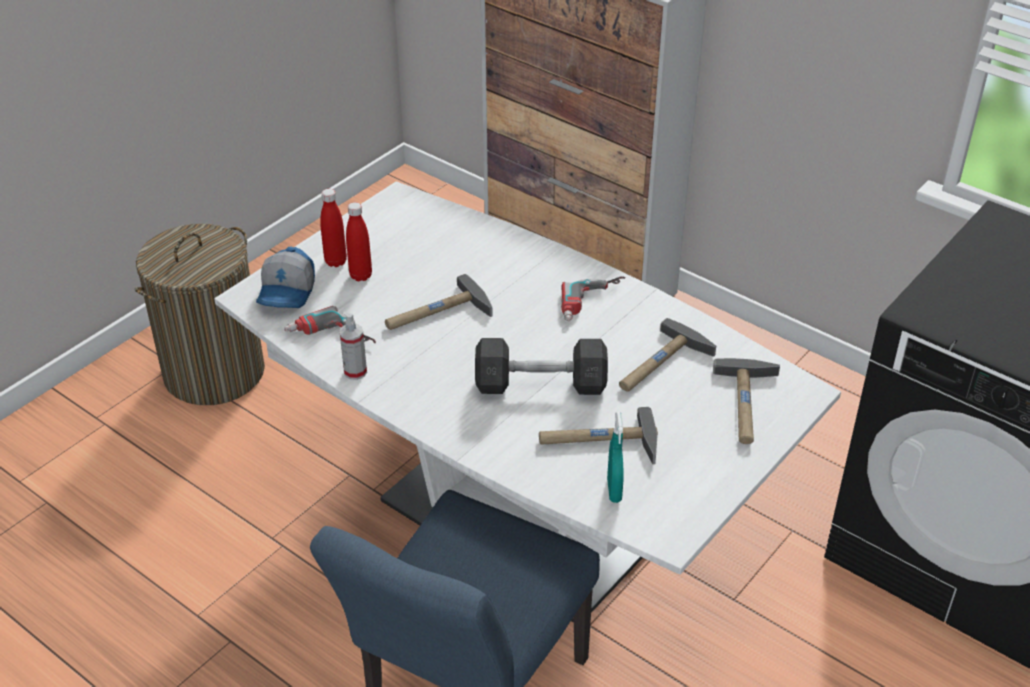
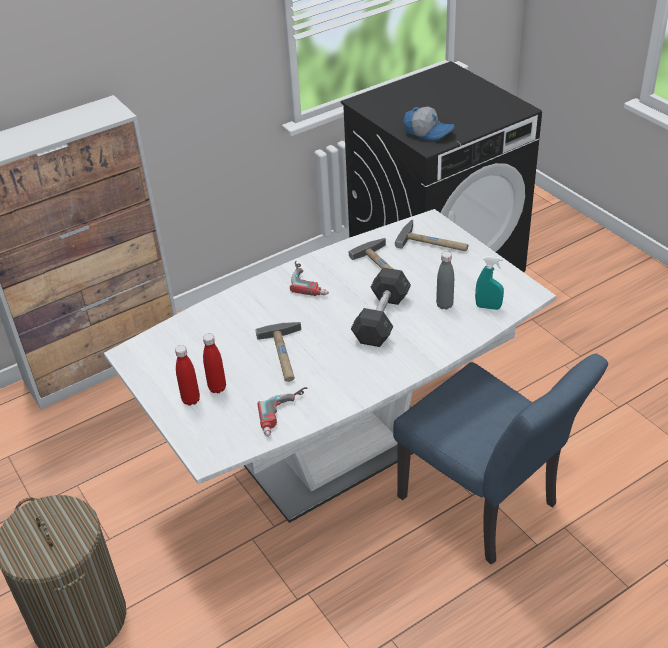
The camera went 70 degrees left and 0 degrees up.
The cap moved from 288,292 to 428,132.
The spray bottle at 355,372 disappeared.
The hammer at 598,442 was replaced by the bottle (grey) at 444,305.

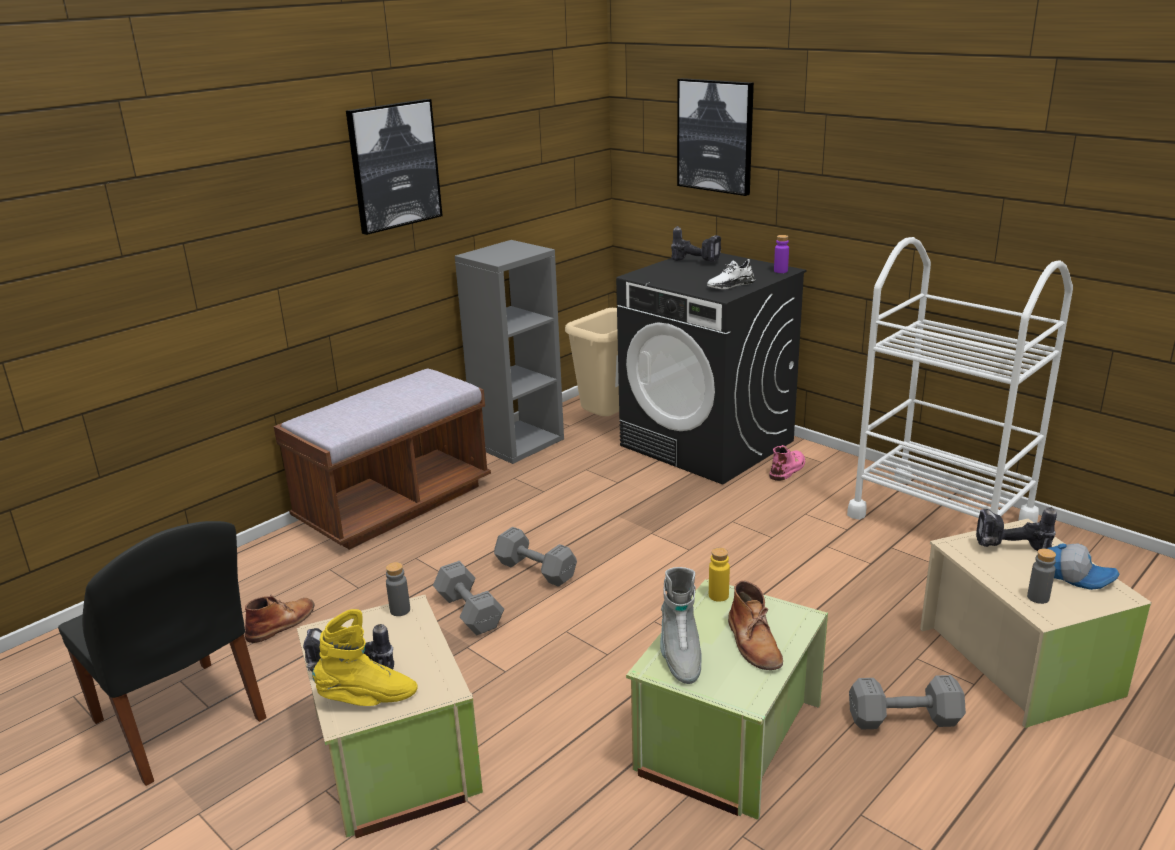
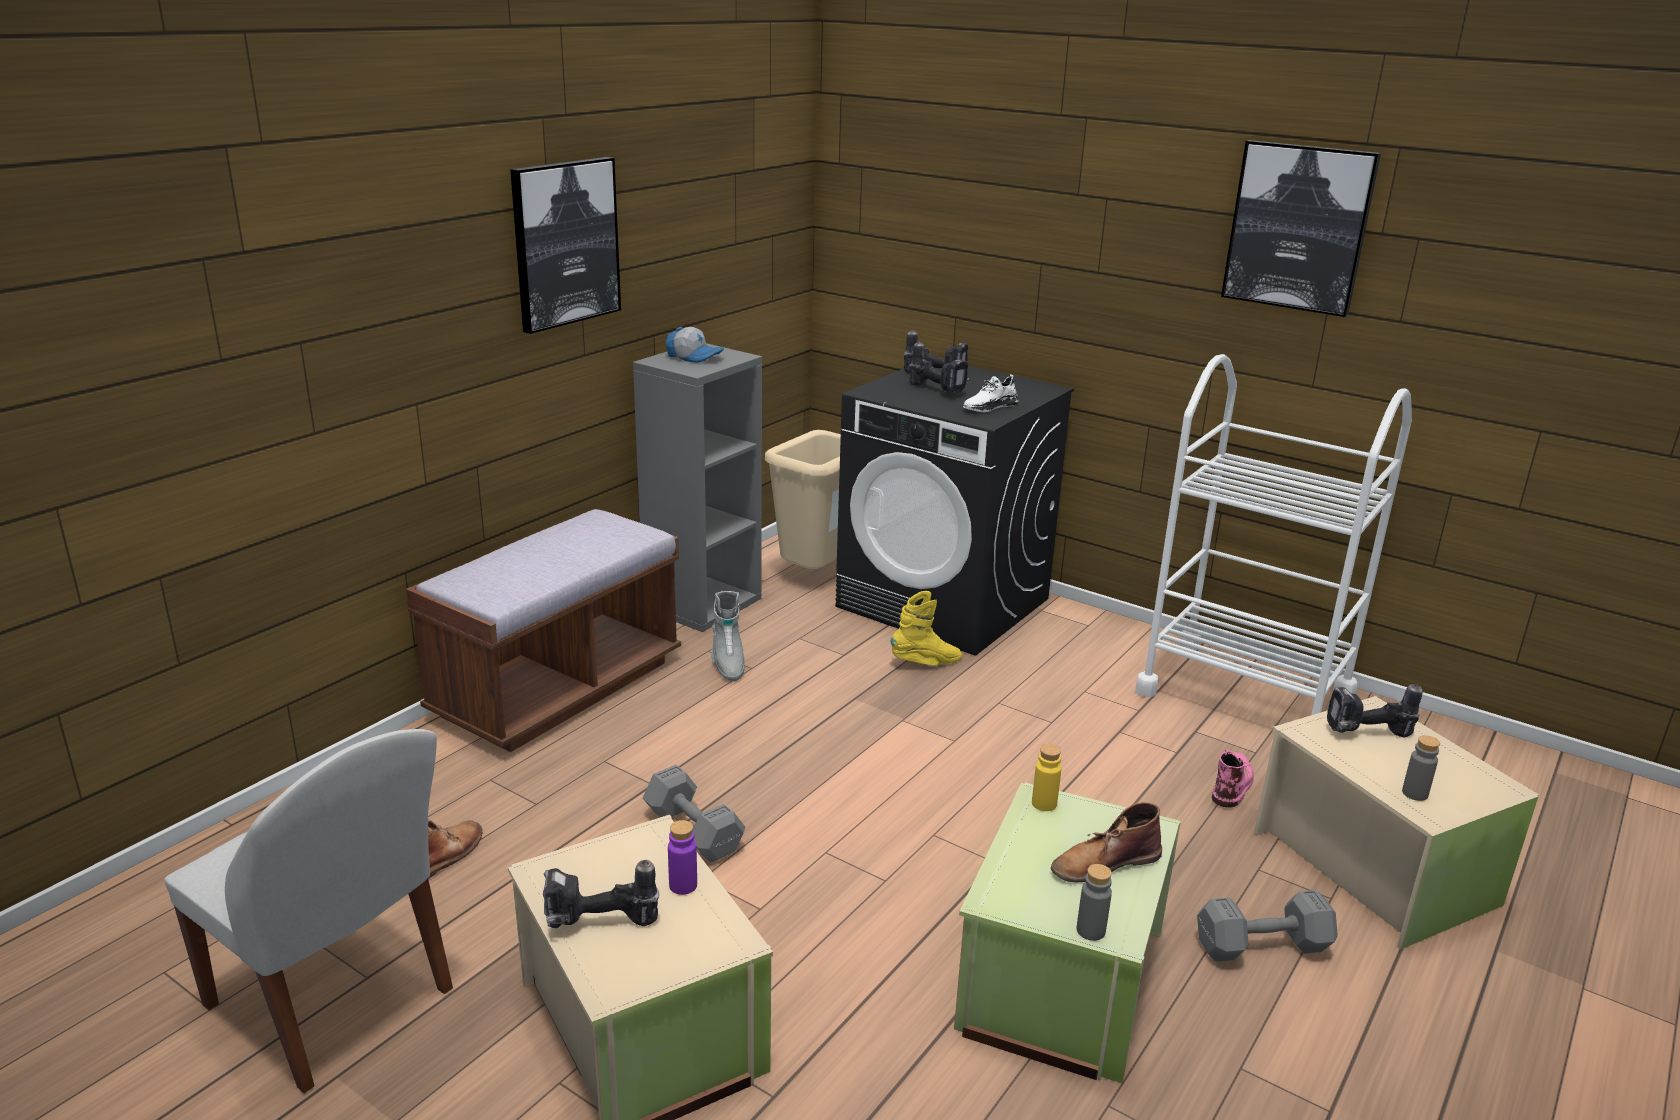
The camera went 10 degrees left and 0 degrees up.
The chair (black) at 181,723 became the chair (white) at 333,1002.
The boot (yellow) moved from 368,699 to 926,663.
The bottle (grey) moved from 400,610 to 1090,930.
The dumbbell (grey) at 534,569 disappeared.
The boot (grey) moved from 679,655 to 727,663.
The picture moved from 715,136 to 1298,227.
The boot (brown) at 754,643 turned 90 degrees clockwise.
The boot (pink) moved from 788,468 to 1232,783.
The bottle (purple) moved from 780,271 to 683,885.
The cap moved from 1077,576 to 694,357.
The power drill at 938,390 appeared.

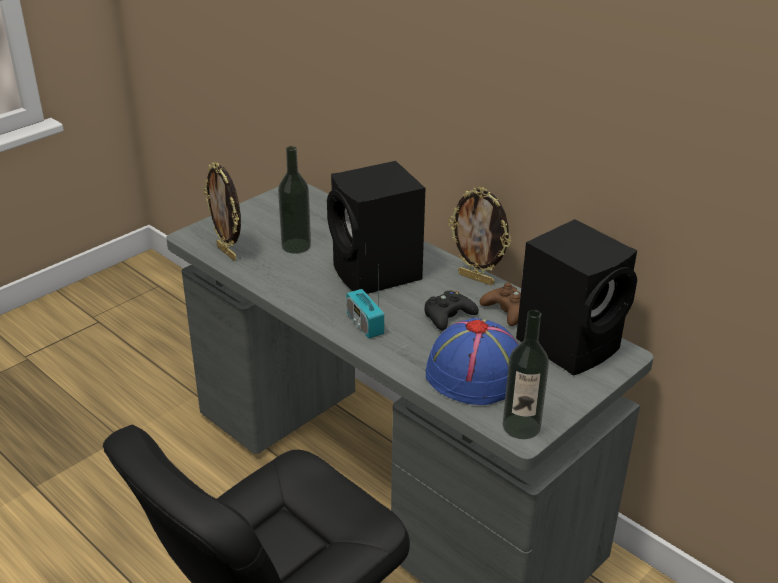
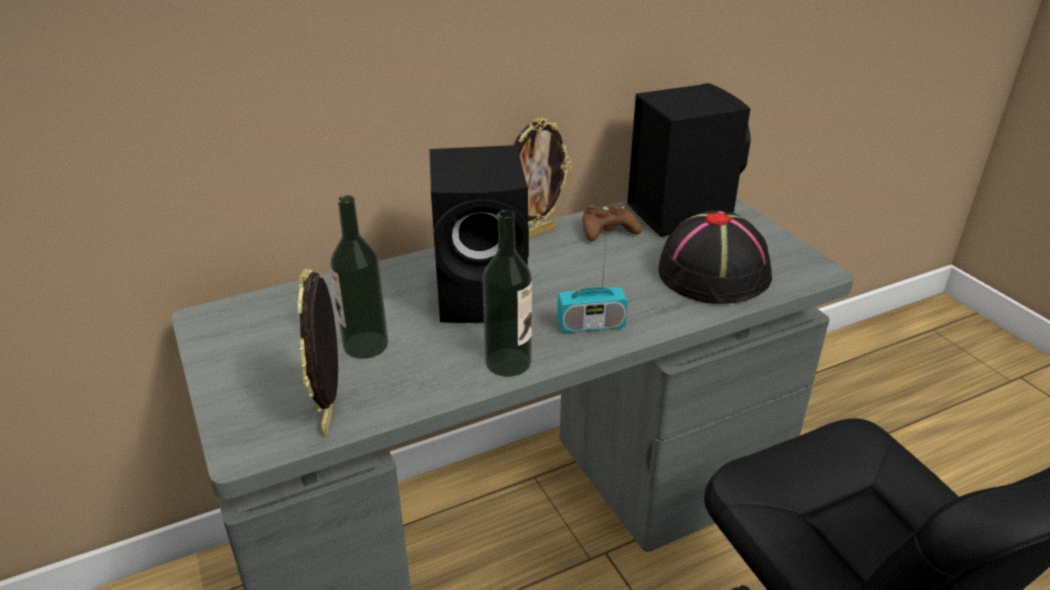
The camera went 70 degrees left and 0 degrees up.
The picture frame at 228,253 turned 105 degrees clockwise.
The game controller (black) at 448,316 disappeared.
The hat (blue) at 476,374 became the hat (black) at 714,273.
The bottle moved from 521,426 to 508,362.

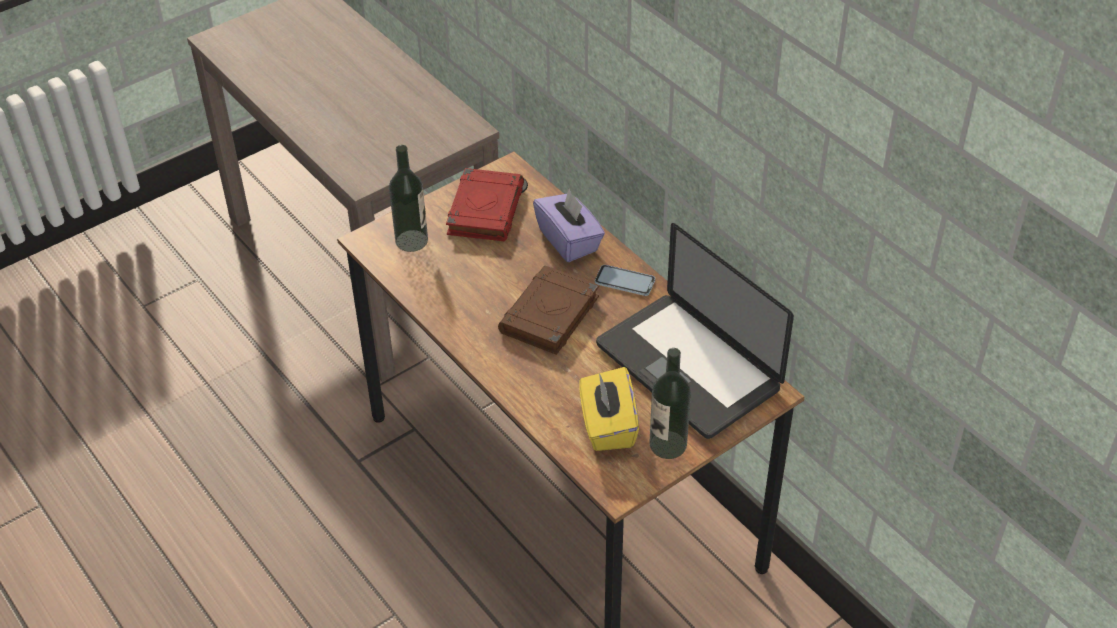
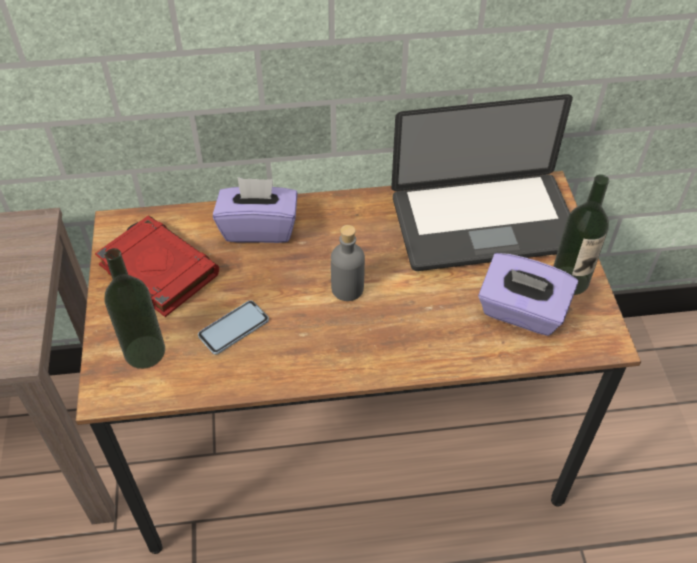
The camera went 60 degrees left and 5 degrees up.
The book (brown) at 549,316 was replaced by the bottle (grey) at 347,288.
The tissue box (yellow) at 607,426 became the tissue box (purple) at 521,312.
The phone moved from 624,281 to 233,328.

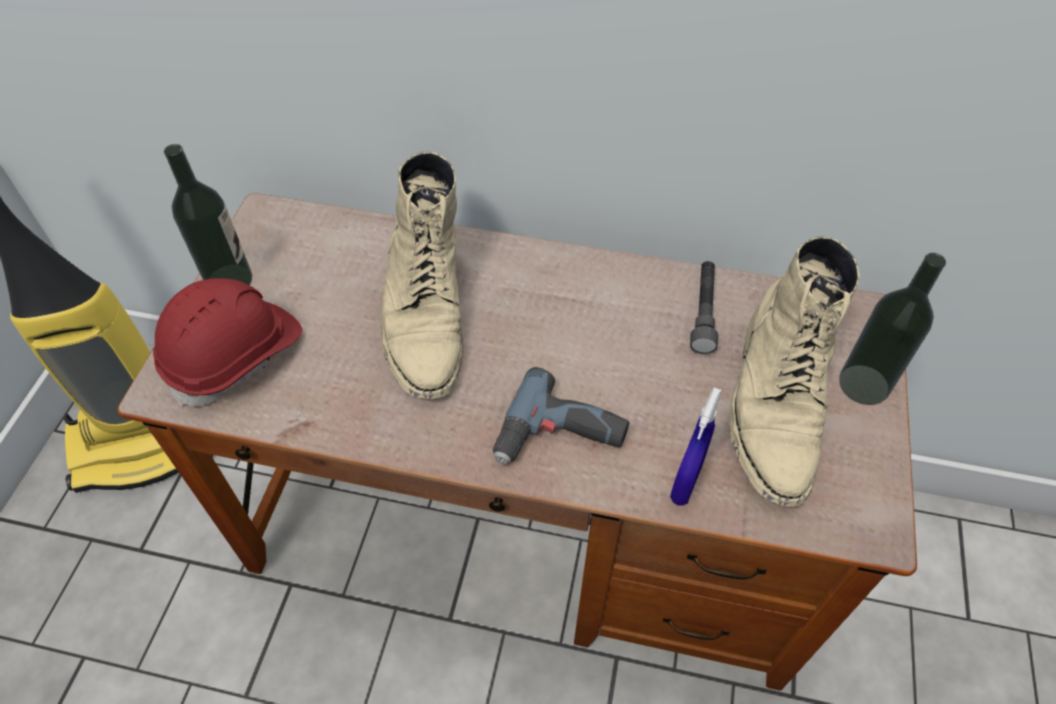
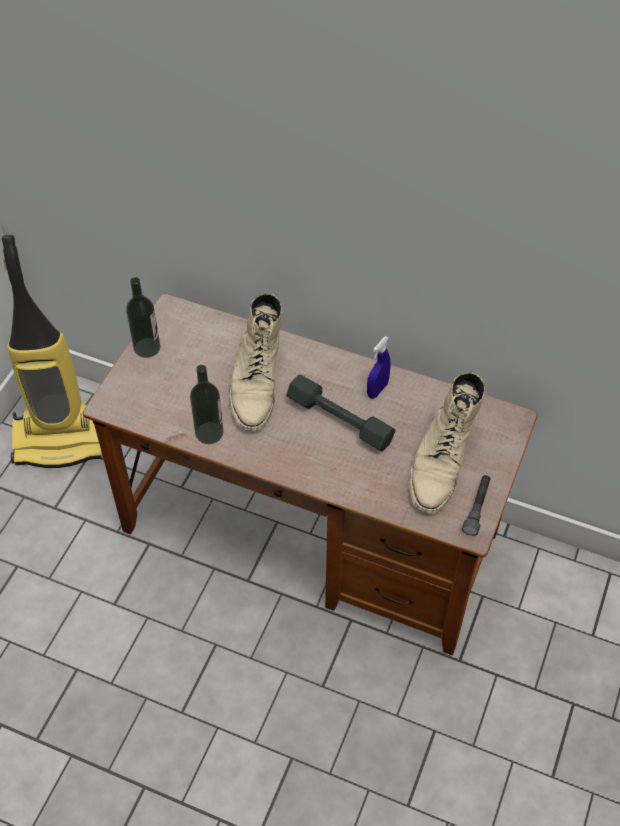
The camera went 10 degrees right and 0 degrees up.
The hard hat (red) at 235,356 disappeared.
The power drill at 560,439 disappeared.
The spray bottle (blue) moved from 685,483 to 377,390.
The flashlight (grey) moved from 703,312 to 477,508.
The bottle moved from 864,384 to 209,433.
The dumbbell (grey) at 340,419 appeared.

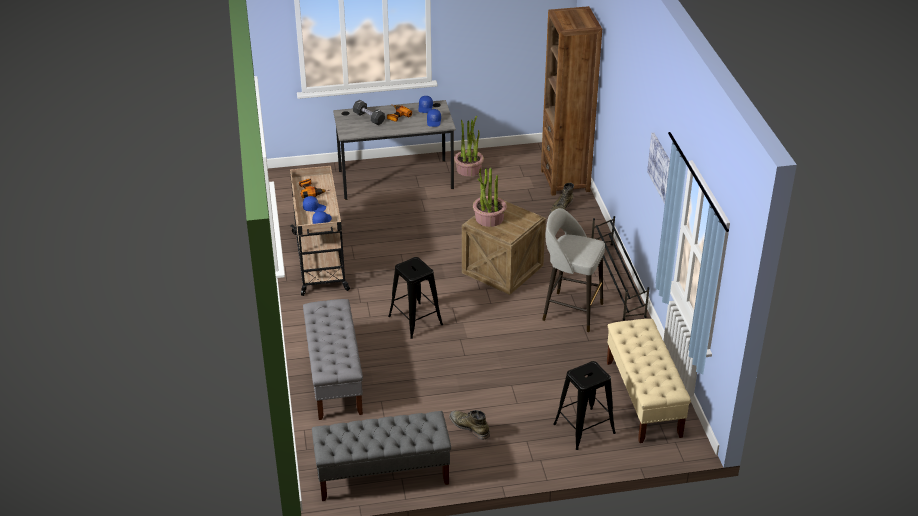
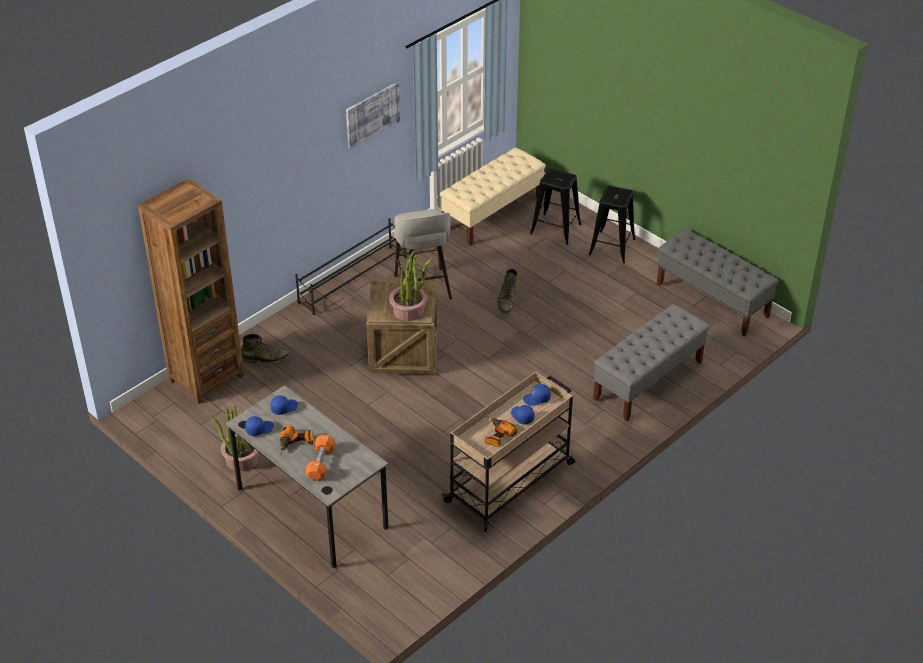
The camera went 125 degrees left and 5 degrees up.
The dumbbell (black) at 369,118 became the dumbbell (orange) at 321,463.
The stool (black) moved from 415,320 to 612,247.
The boot (green) moved from 469,427 to 506,301.

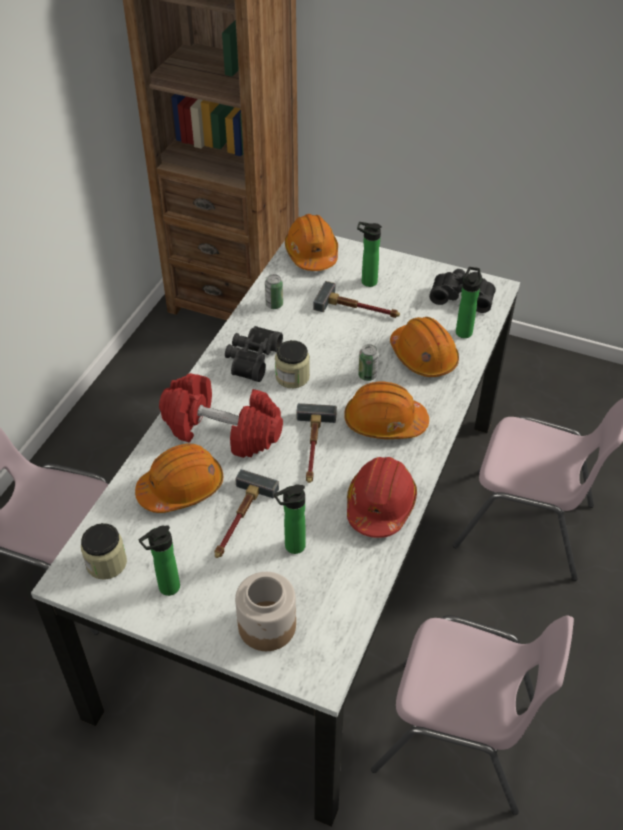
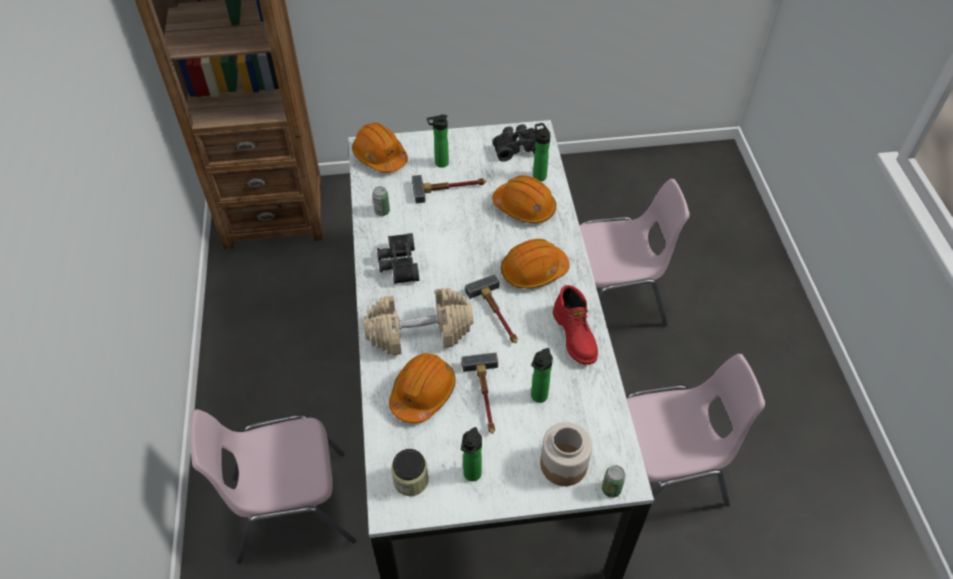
The camera went 30 degrees left and 5 degrees up.
The dumbbell (red) at 221,431 became the dumbbell (beige) at 419,333.
The jar at 292,377 disappeared.
The hard hat (red) at 380,505 was replaced by the boot (red) at 575,335.
The can moved from 367,375 to 611,489.

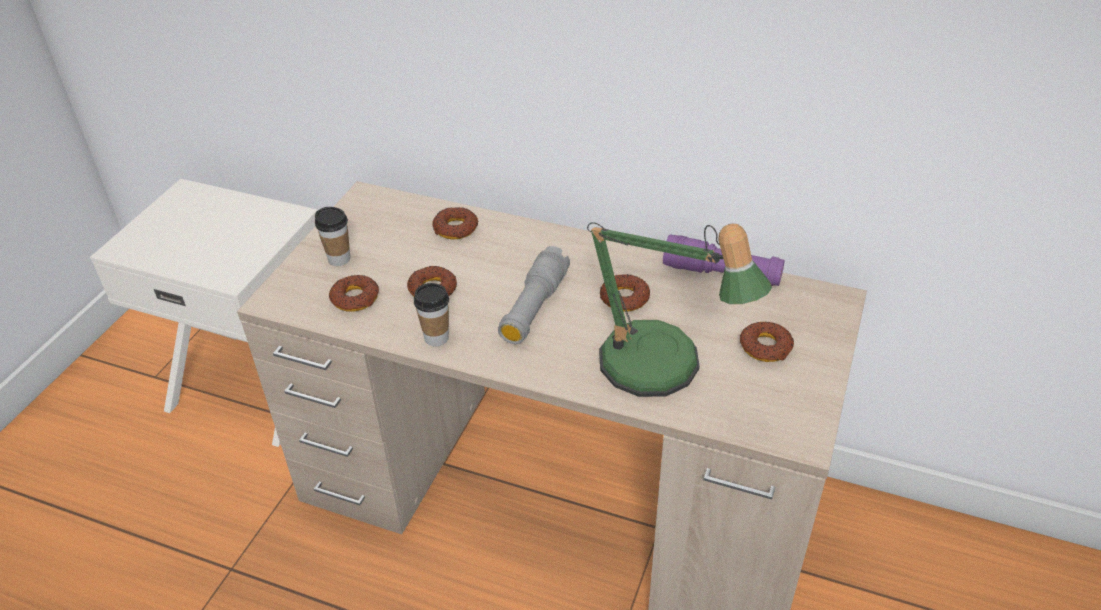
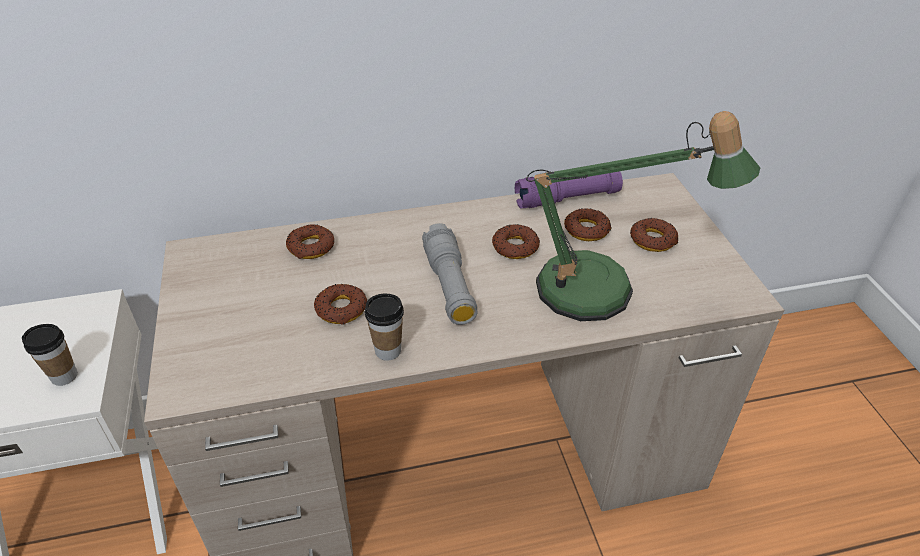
The camera went 35 degrees left and 0 degrees up.
The cup moved from 339,259 to 64,376.
The donut moved from 355,298 to 587,230.

